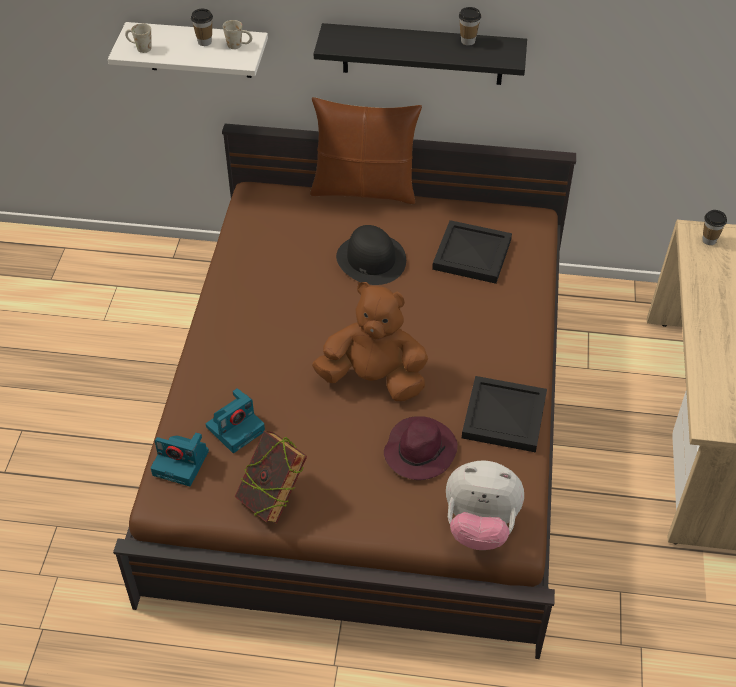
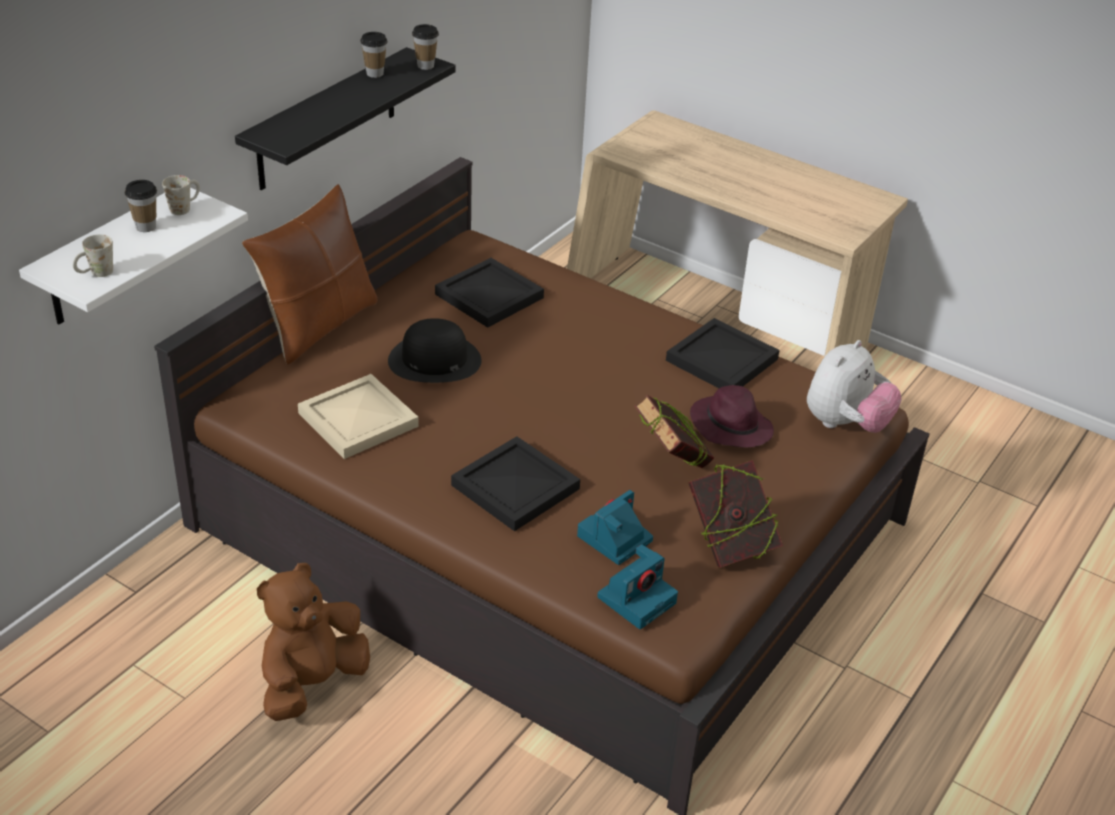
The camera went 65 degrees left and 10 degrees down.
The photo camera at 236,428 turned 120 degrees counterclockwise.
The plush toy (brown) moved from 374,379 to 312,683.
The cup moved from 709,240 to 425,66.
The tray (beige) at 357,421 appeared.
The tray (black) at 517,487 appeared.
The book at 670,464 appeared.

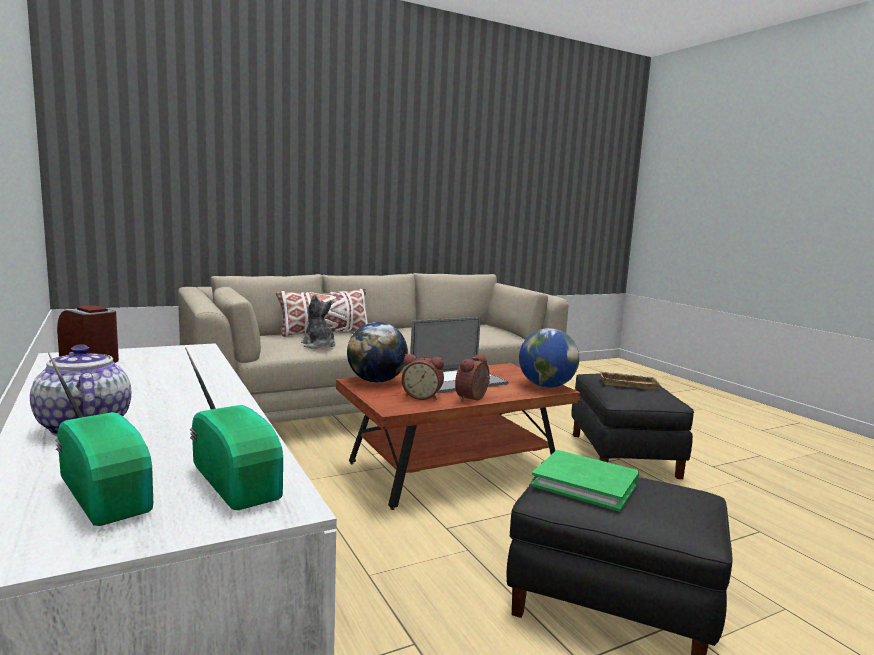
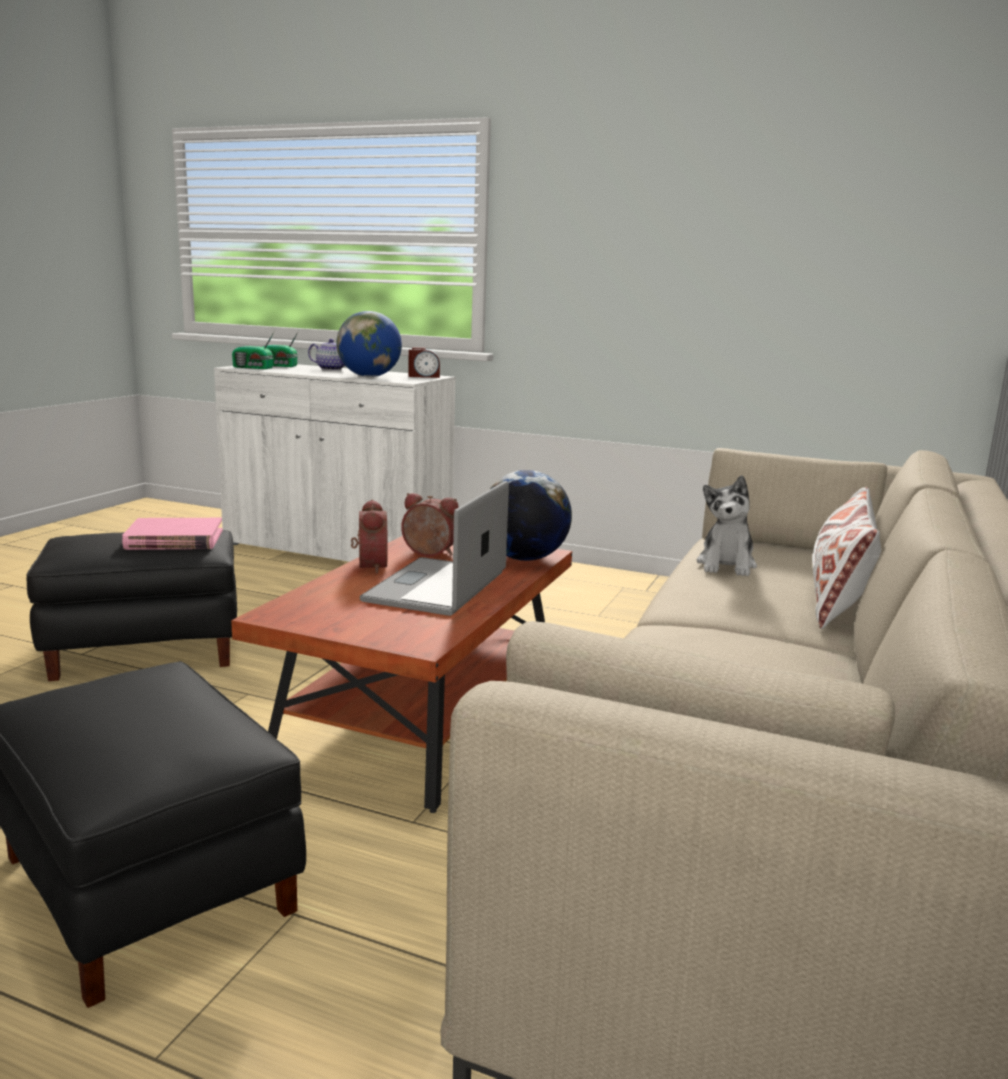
The camera went 140 degrees right and 5 degrees up.
The plush toy at 318,345 turned 90 degrees clockwise.
The alarm clock at 422,396 turned 45 degrees clockwise.
The globe moved from 546,386 to 369,376.
The book (green) at 585,484 became the book (pink) at 174,539.
The tray (beige) at 628,384 disappeared.

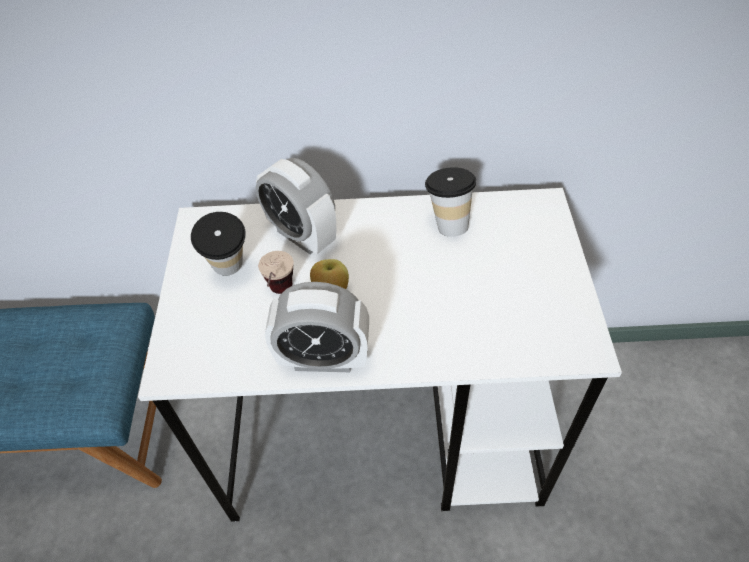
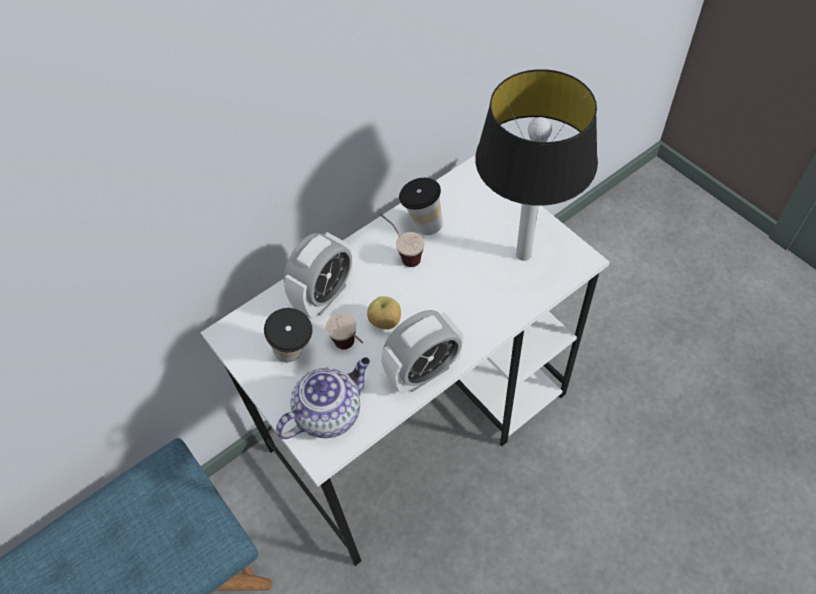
The camera went 35 degrees left and 5 degrees up.
The alarm clock at 302,236 turned 60 degrees counterclockwise.
The teapot at 330,412 appeared.
The cup at 402,254 appeared.
The table lamp at 523,253 appeared.

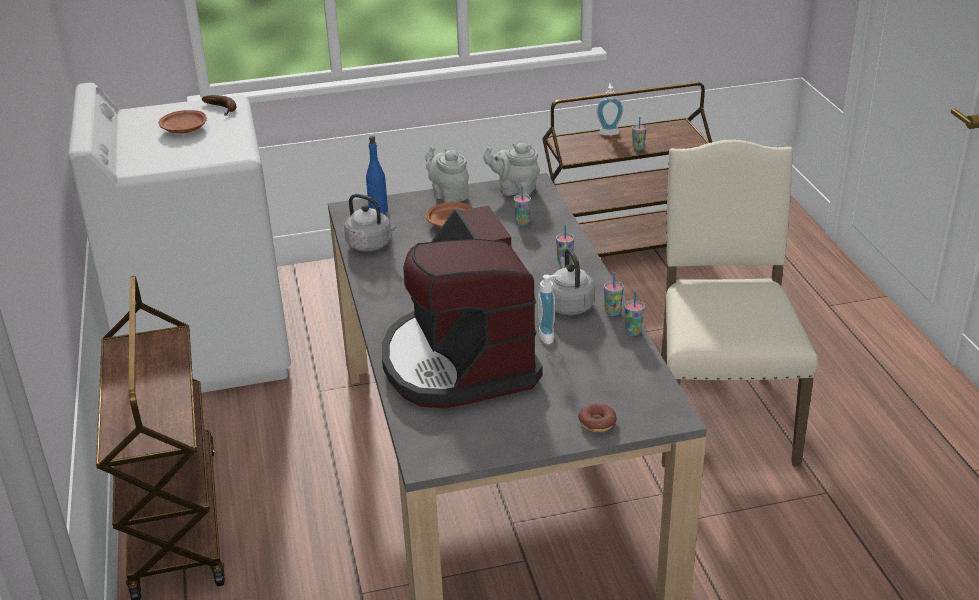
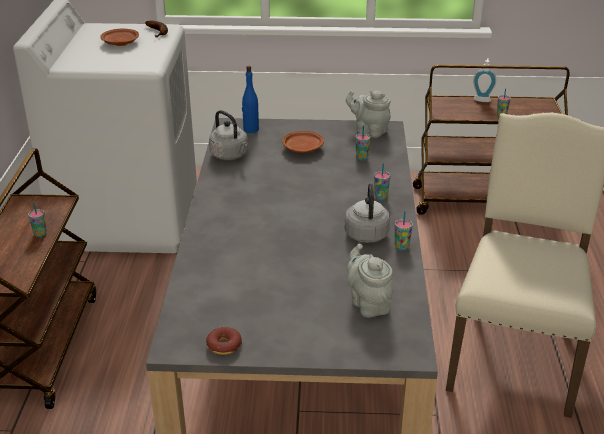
The camera went 15 degrees right and 0 degrees up.
The coffee machine at 459,362 disappeared.
The teapot (grey) moved from 448,195 to 368,303.
The soap dispenser at 550,335 disappeared.
The donut moved from 597,423 to 224,345.
The cup moved from 633,332 to 40,234.

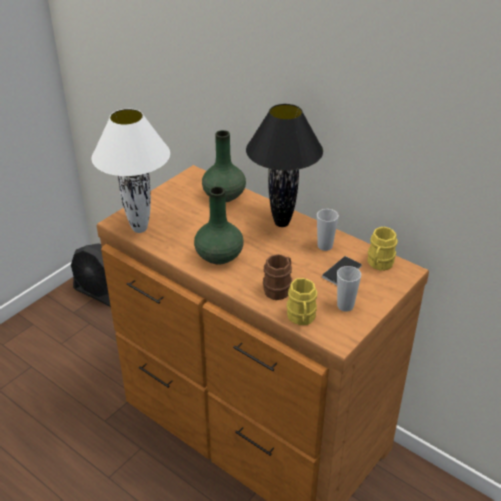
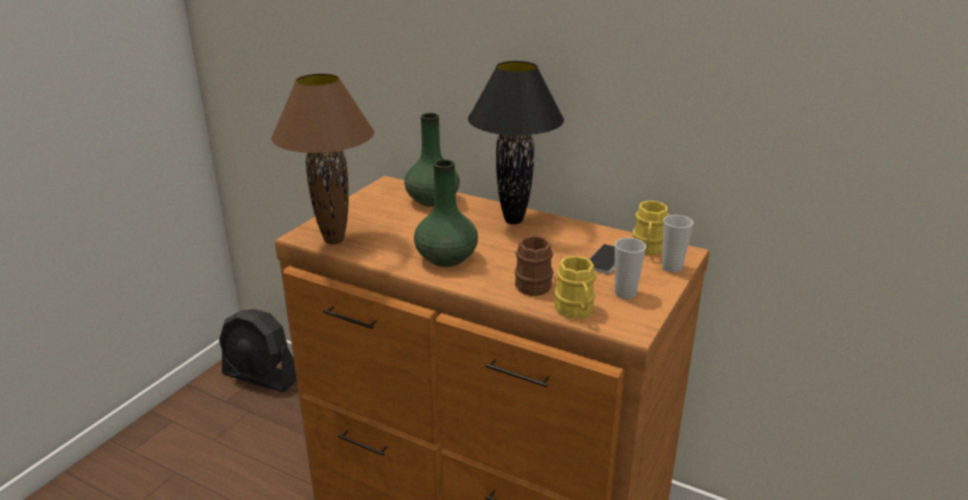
The camera went 10 degrees left and 10 degrees down.
The table lamp (white) at 140,228 became the table lamp (brown) at 335,240.
The cup moved from 325,246 to 672,268.

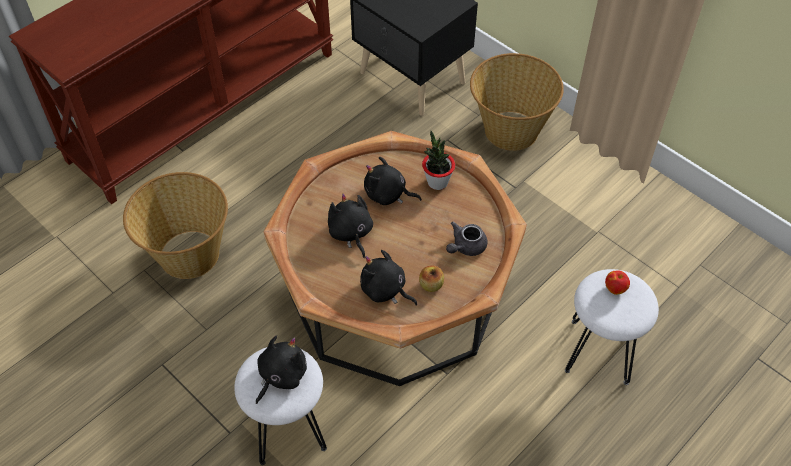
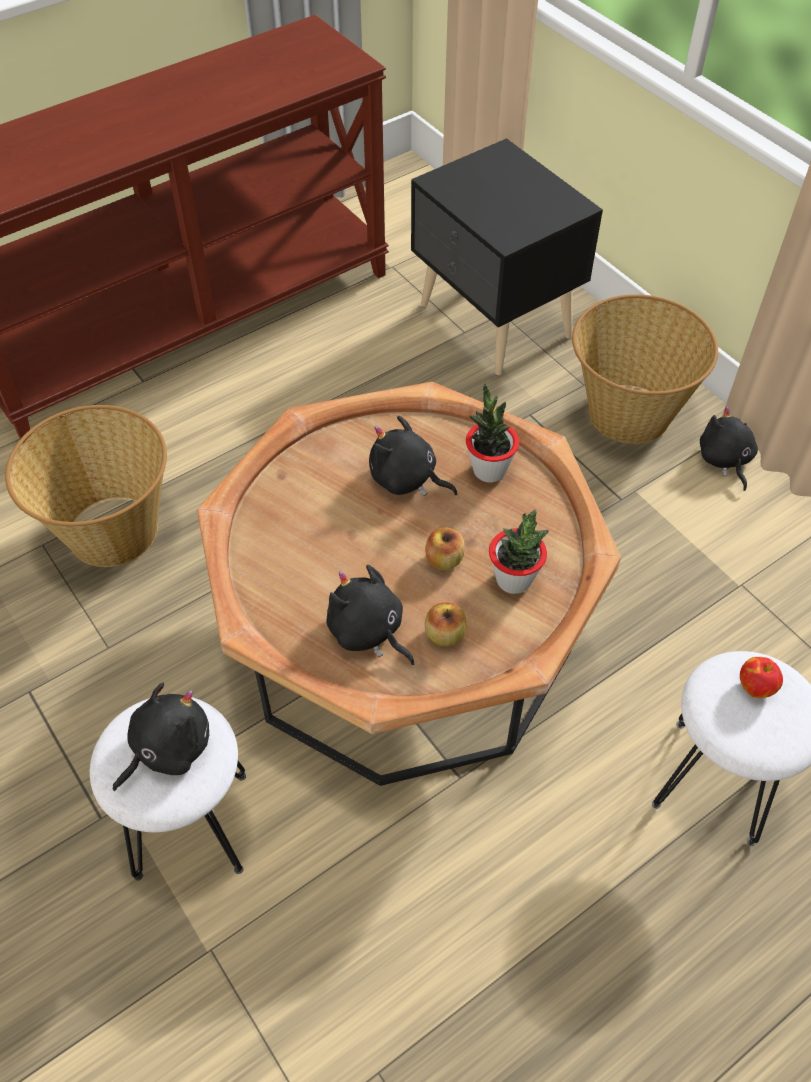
The camera went 10 degrees right and 0 degrees up.
The plush toy (black) moved from 351,233 to 724,460.
The teapot (grey) at 465,247 was replaced by the potted plant at 514,580.
The apple at 444,560 appeared.

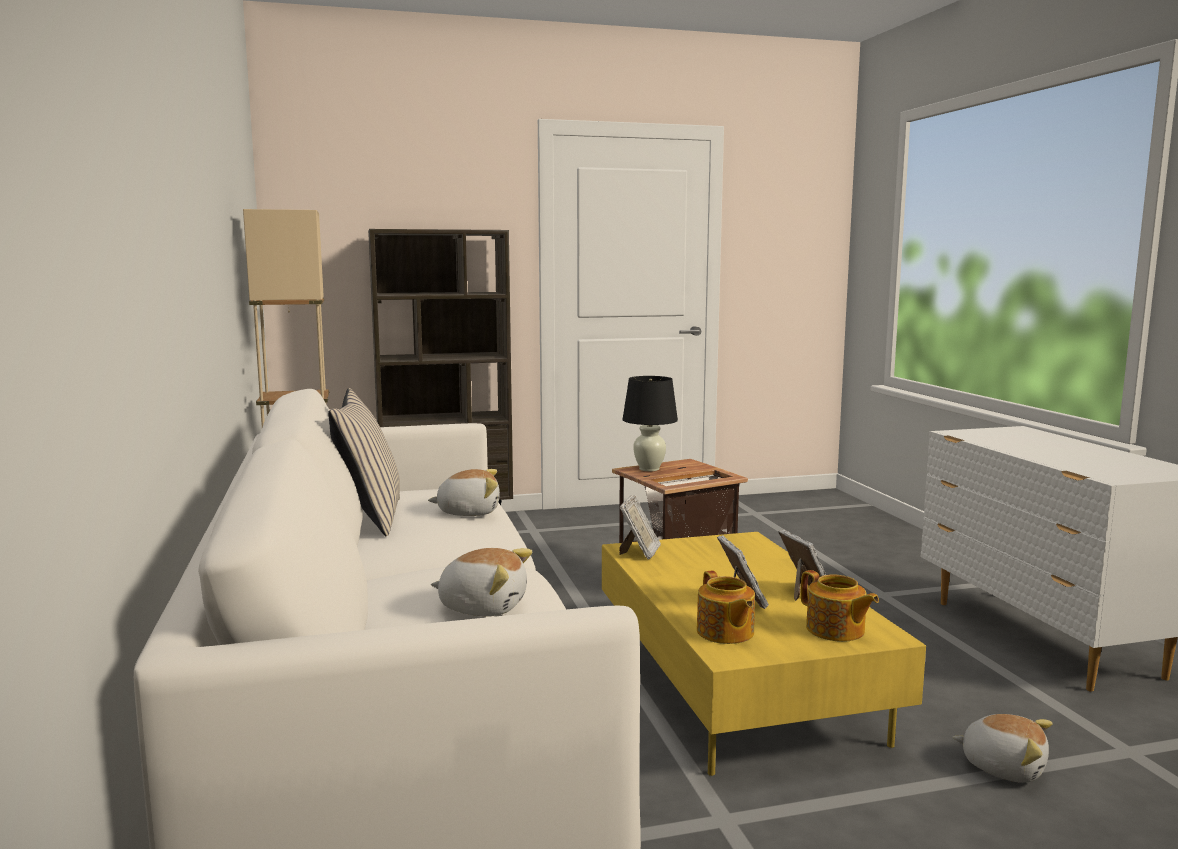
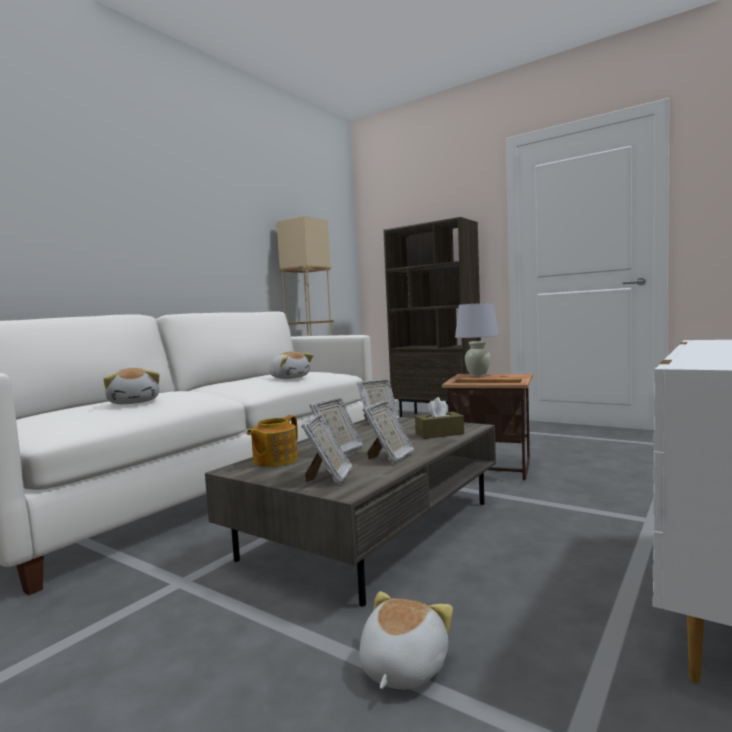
The camera went 50 degrees right and 5 degrees down.
The pillow (beige) at 370,518 disappeared.
The coffee table (yellow) at 733,684 became the coffee table (grey) at 371,528.
The table lamp (black) at 649,469 became the table lamp (white) at 478,375.
The teapot at 835,630 was replaced by the picture frame at 329,478.
The plush toy at 1003,767 turned 150 degrees counterclockwise.
The tissue box (brown) at 439,434 appeared.

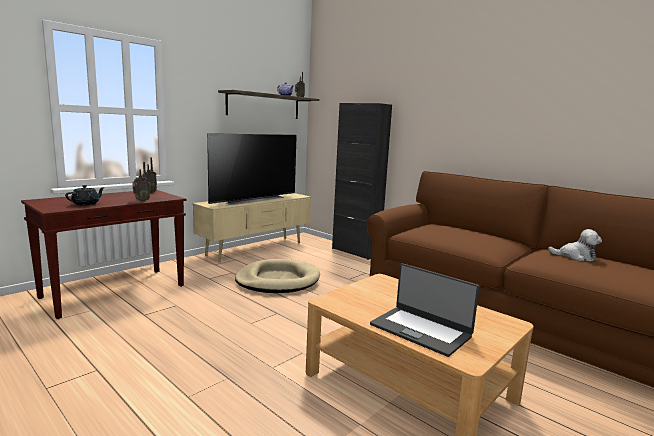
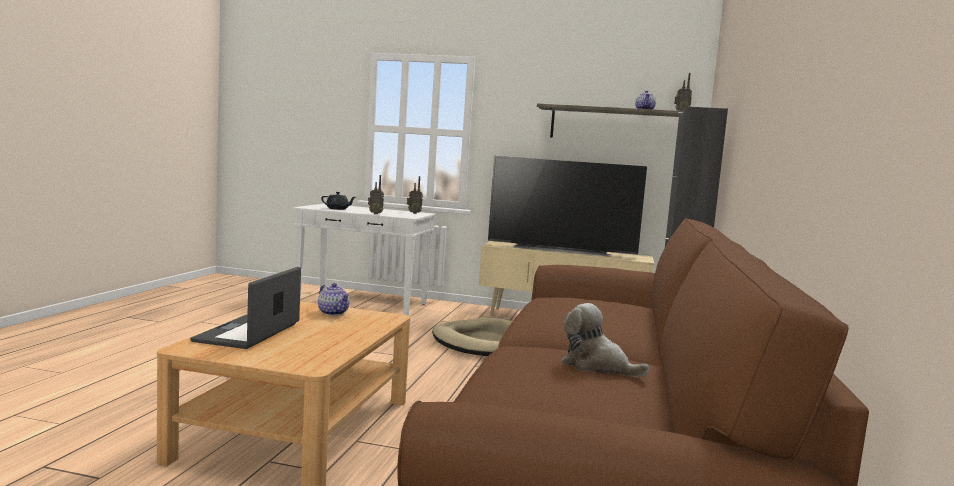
The camera went 60 degrees right and 5 degrees down.
The console table (brown) at 115,291 became the console table (white) at 363,303.
The plush toy at 575,257 turned 135 degrees clockwise.
The teapot at 334,313 appeared.

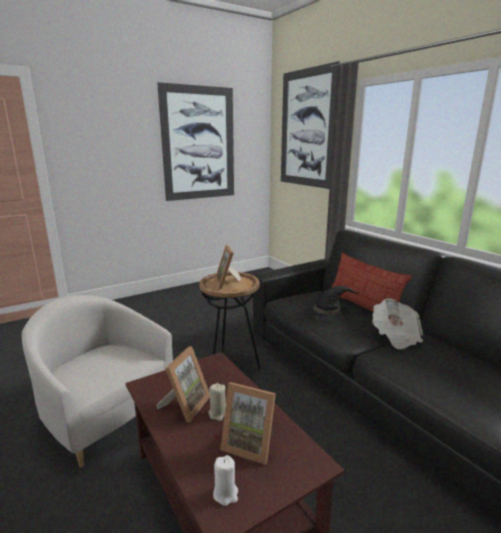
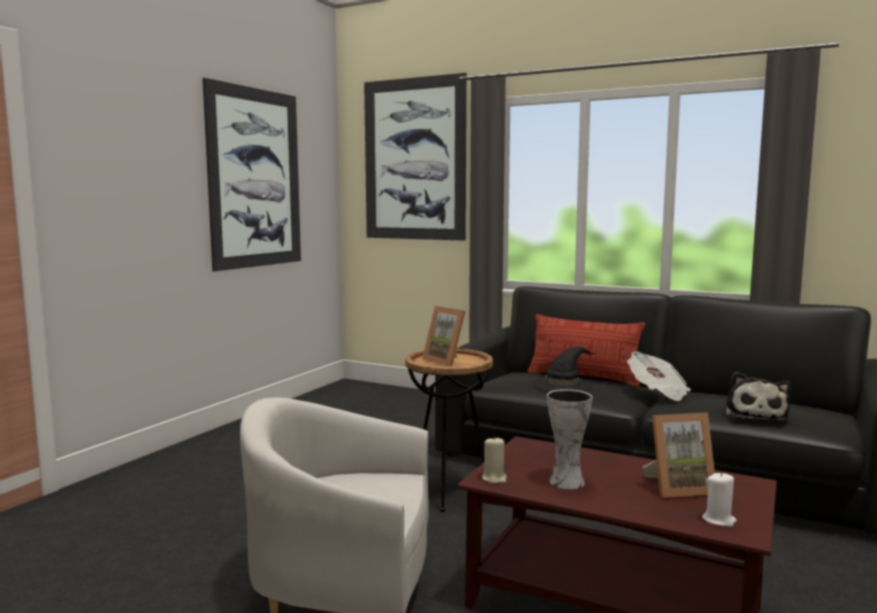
The camera went 30 degrees left and 10 degrees down.
The picture frame at 185,405 was replaced by the vase at 565,481.
The candle (beige) moved from 218,413 to 494,478.
The plush toy at 755,414 appeared.

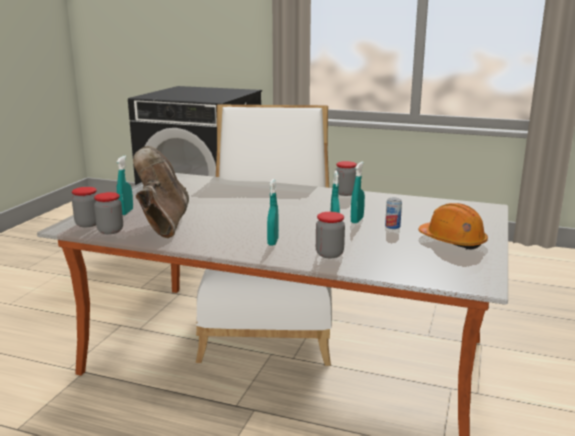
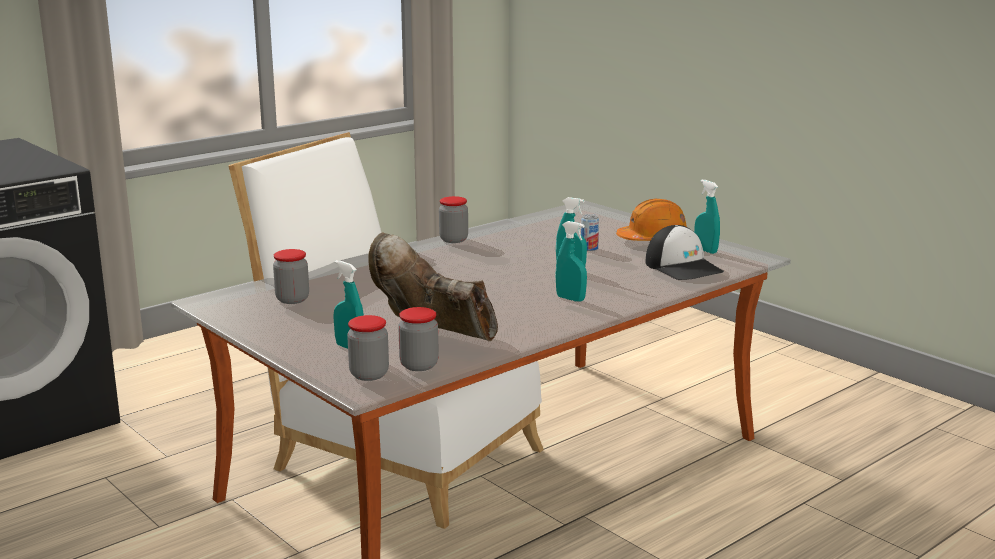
The camera went 60 degrees left and 0 degrees up.
The jar moved from 329,254 to 292,299.
The spray bottle (turquoise) moved from 357,220 to 705,250.
The cap at 683,267 appeared.

